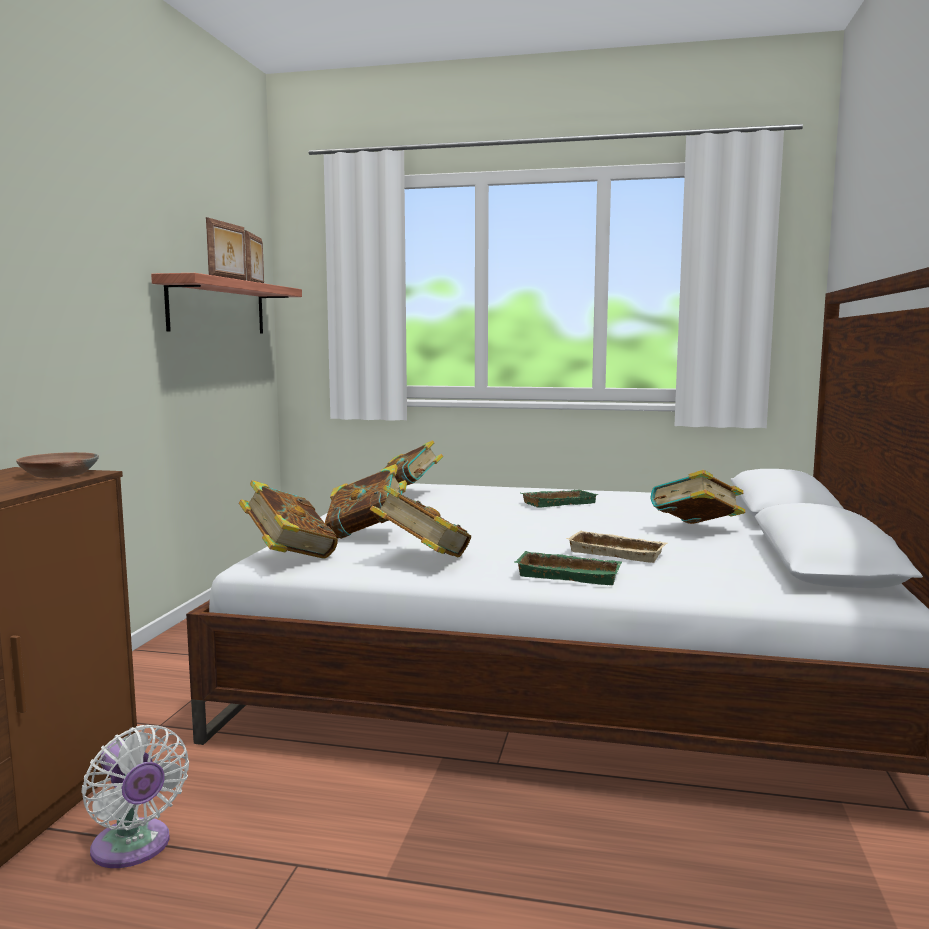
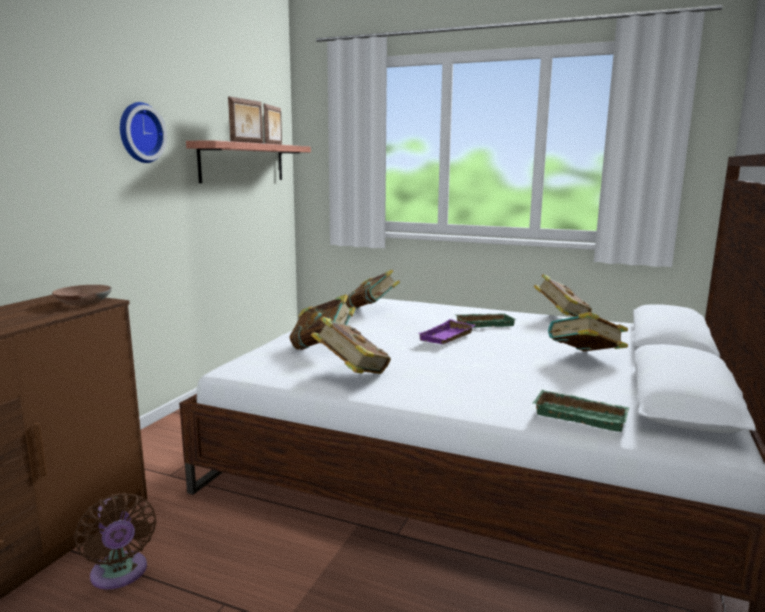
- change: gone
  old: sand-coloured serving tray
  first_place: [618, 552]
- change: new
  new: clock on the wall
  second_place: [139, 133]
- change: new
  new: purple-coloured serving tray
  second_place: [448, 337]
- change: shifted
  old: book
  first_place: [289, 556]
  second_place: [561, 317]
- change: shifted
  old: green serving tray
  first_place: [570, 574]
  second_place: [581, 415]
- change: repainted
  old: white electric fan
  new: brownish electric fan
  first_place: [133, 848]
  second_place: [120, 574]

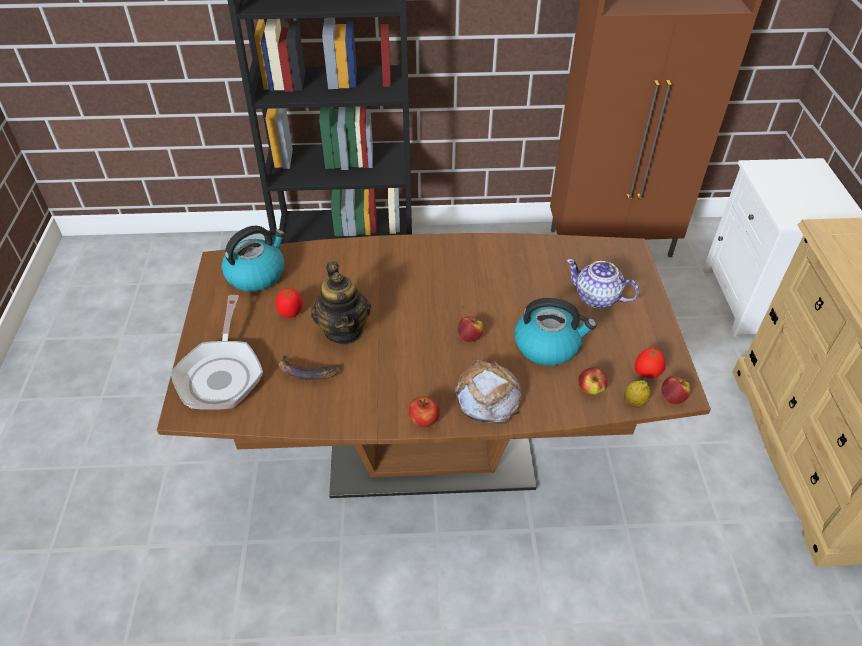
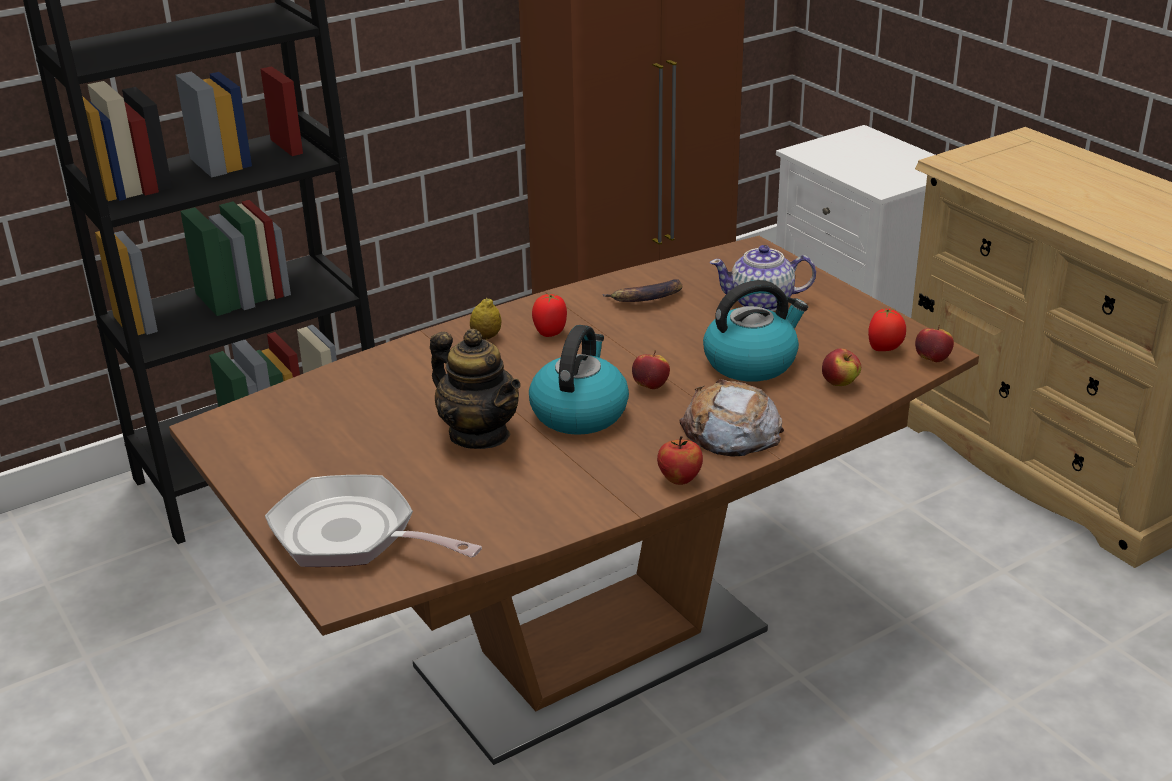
- change: shifted
  old: kettle
  first_place: [257, 274]
  second_place: [579, 412]
- change: shifted
  old: whole tomato
  first_place: [291, 313]
  second_place: [550, 332]
- change: shifted
  old: whole banana
  first_place: [307, 372]
  second_place: [646, 298]
- change: shifted
  old: whole lemon
  first_place: [634, 402]
  second_place: [486, 337]
- change: rotated
  old: pan
  first_place: [221, 374]
  second_place: [353, 536]
  degrees: 150

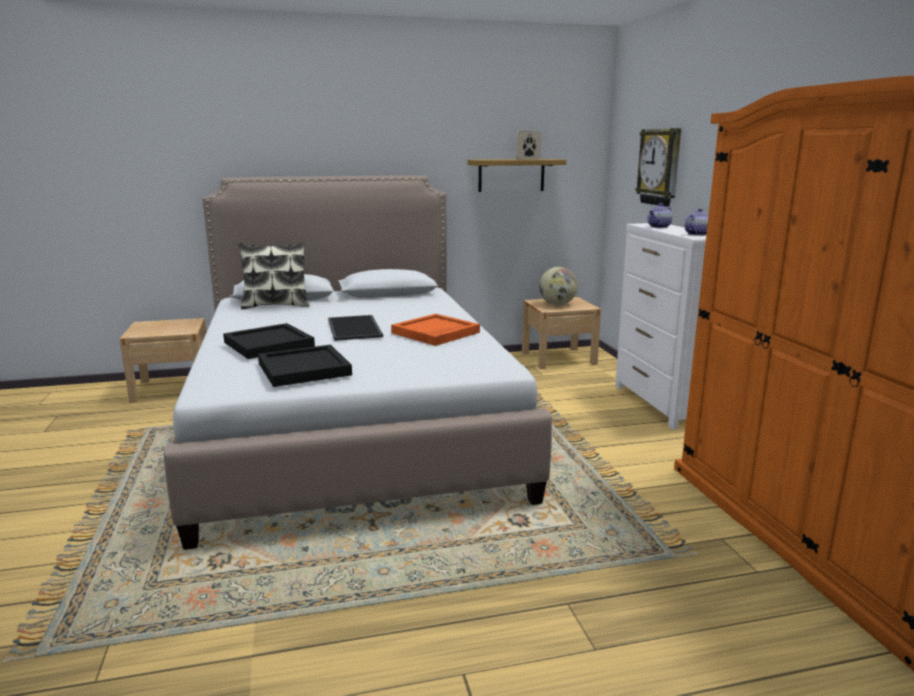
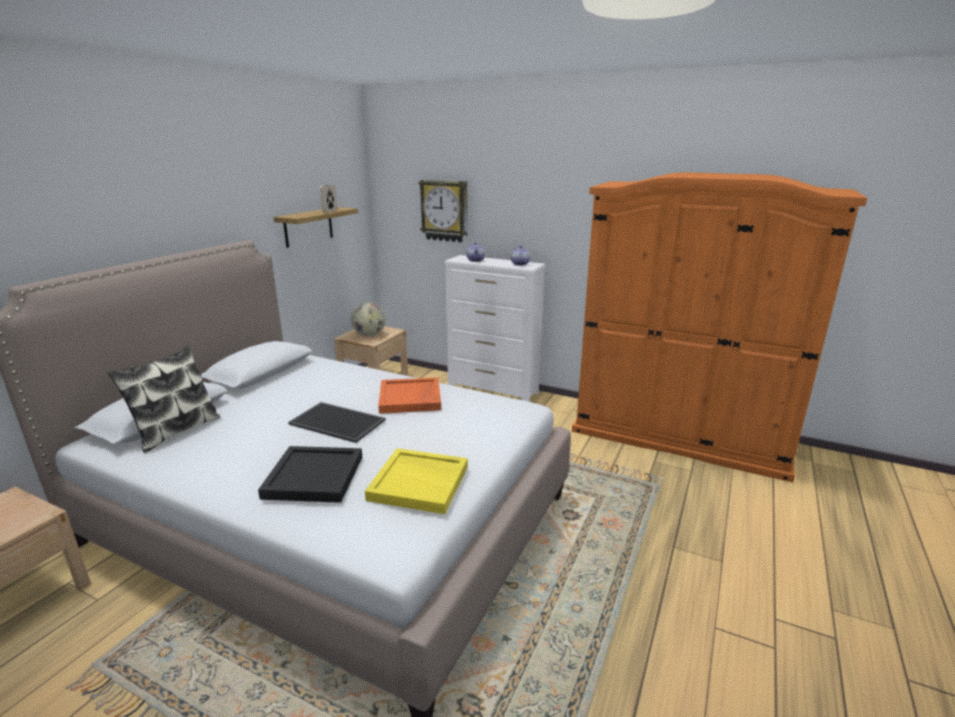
- change: repainted
  old: blackish serving tray
  new: yellowish serving tray
  first_place: [305, 369]
  second_place: [420, 483]

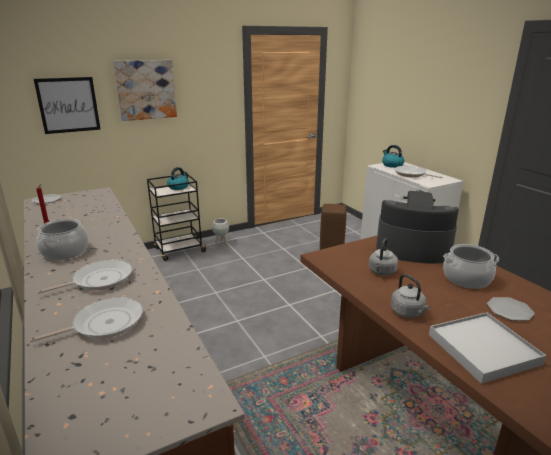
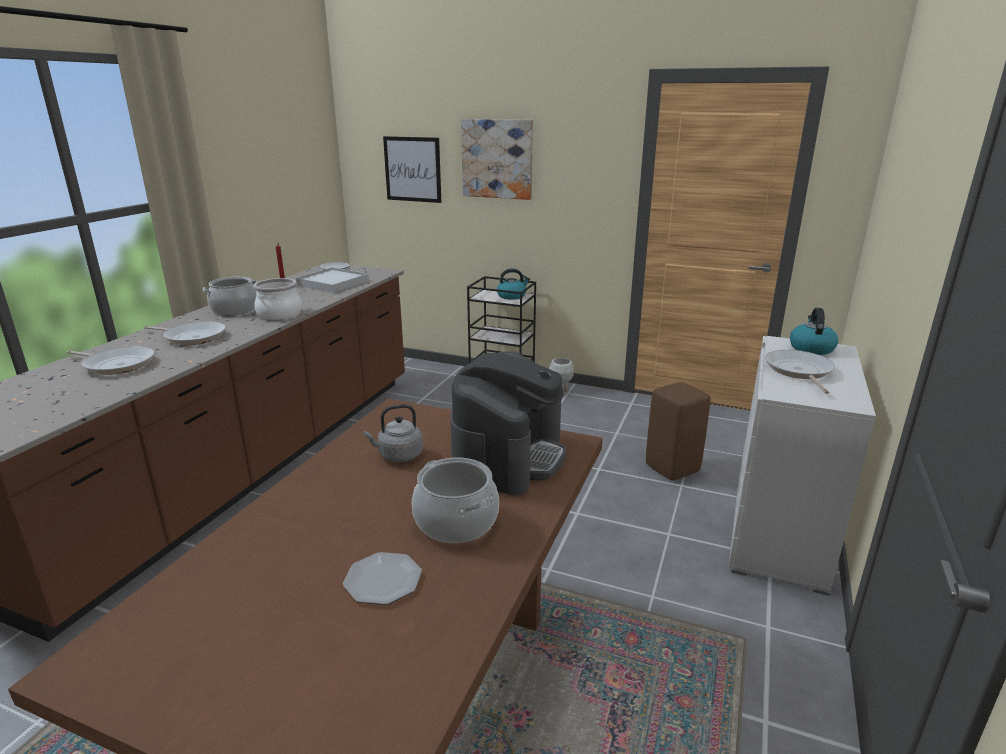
- change: gone
  old: gray kettle
  first_place: [408, 313]
- change: new
  new: cooking pot
  second_place: [279, 314]
- change: shifted
  old: white serving tray
  first_place: [483, 349]
  second_place: [333, 283]
- change: rotated
  old: coffee machine
  first_place: [412, 248]
  second_place: [508, 456]
  degrees: 45

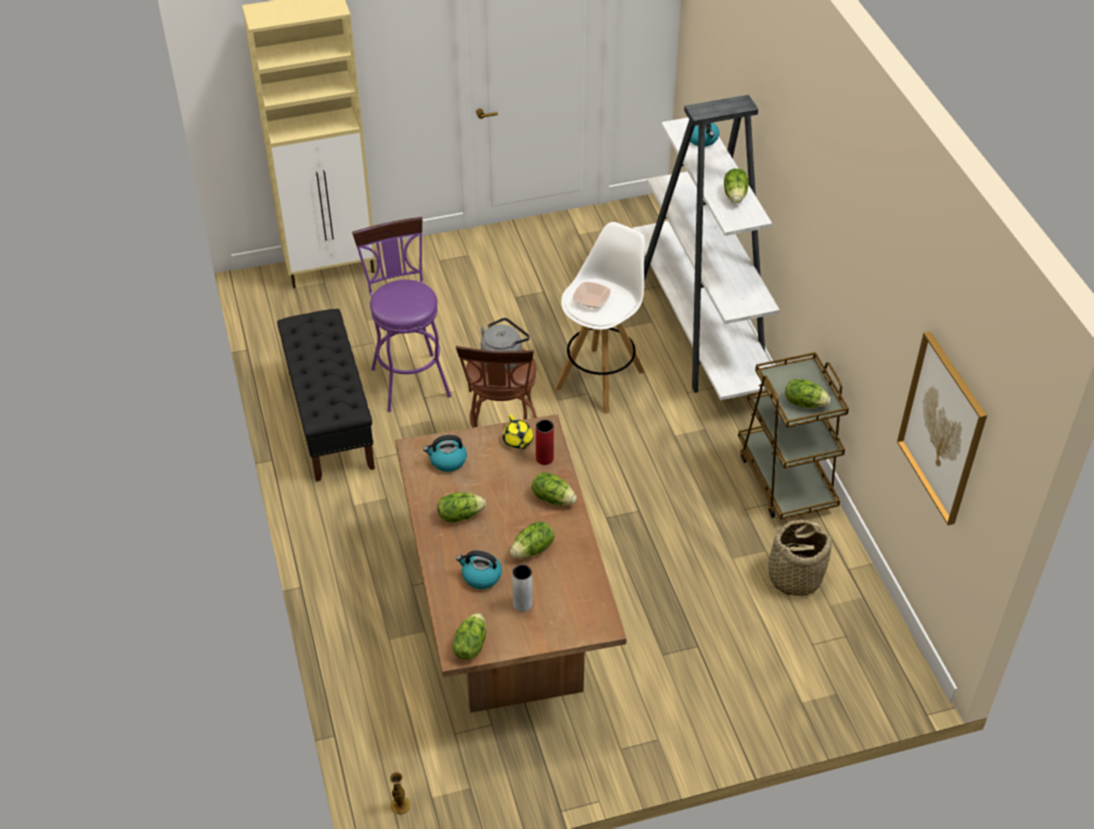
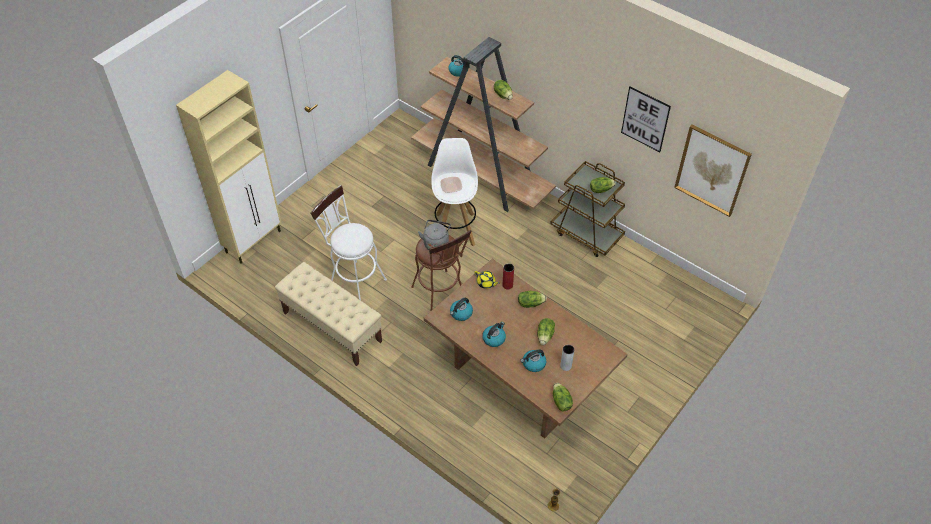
- change: gone
  old: household basket
  first_place: [794, 577]
- change: new
  new: wall art
  second_place: [645, 119]
- change: swapped
  old: lettuce
  new: kettle
  first_place: [460, 515]
  second_place: [494, 338]
- change: repainted
  old: blackish indoor bench
  new: sand-coloured indoor bench
  first_place: [330, 418]
  second_place: [332, 327]
- change: repainted
  old: purple-coloured stool
  new: white stool
  first_place: [408, 377]
  second_place: [354, 281]
- change: repainted
  old: white bookshelf
  new: brownish bookshelf
  first_place: [702, 329]
  second_place: [482, 176]

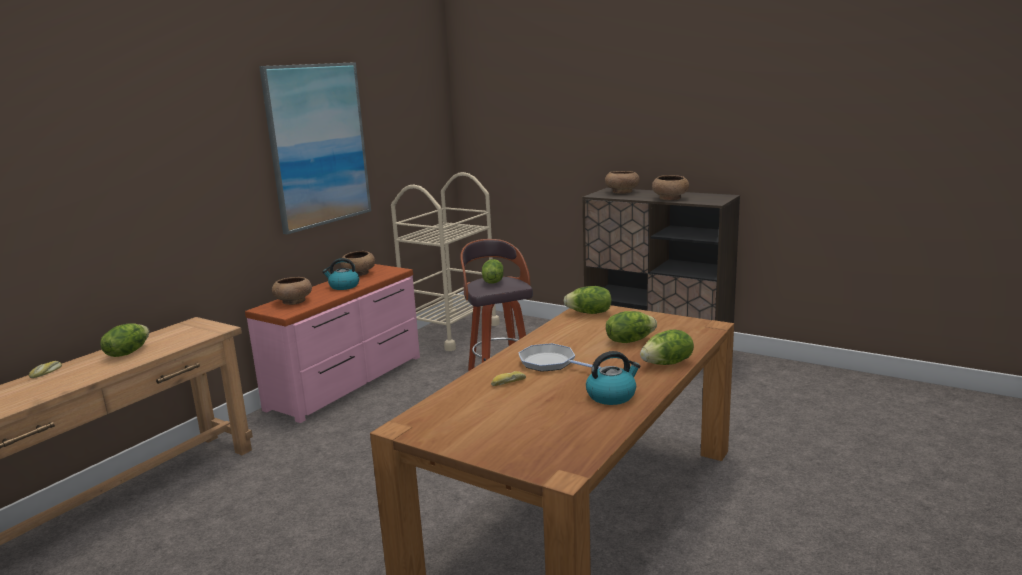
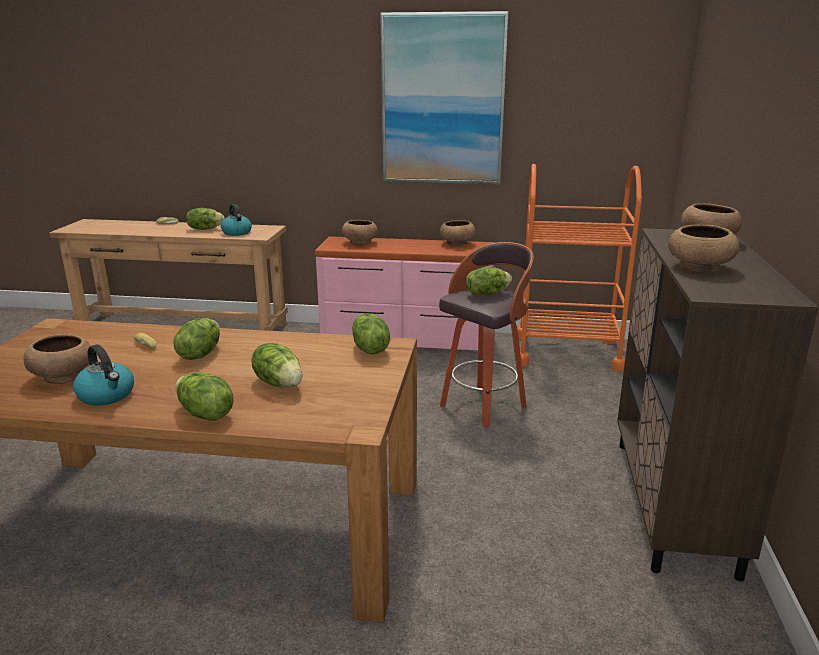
- change: new
  new: brownish serving bowl
  second_place: [64, 376]
- change: shifted
  old: kettle
  first_place: [343, 286]
  second_place: [236, 232]
- change: swapped
  old: pan
  new: lettuce
  first_place: [550, 363]
  second_place: [200, 354]
- change: repainted
  old: sand-coloured trolley
  new: orange-coloured trolley
  first_place: [450, 332]
  second_place: [567, 352]

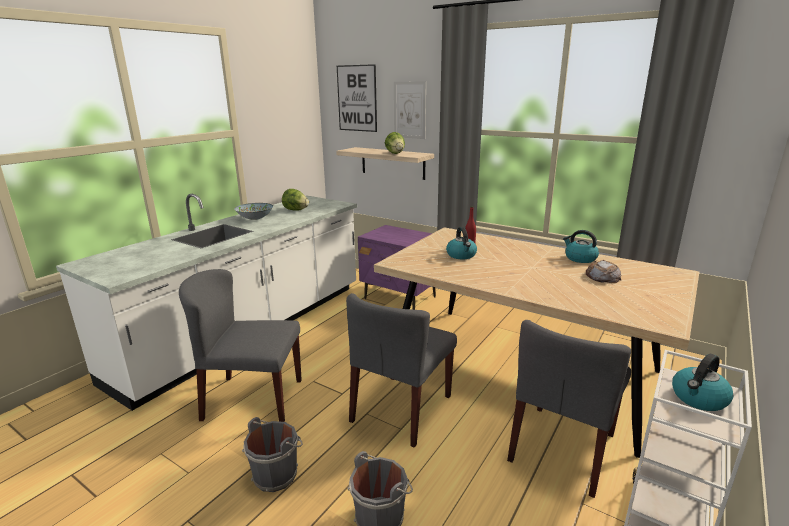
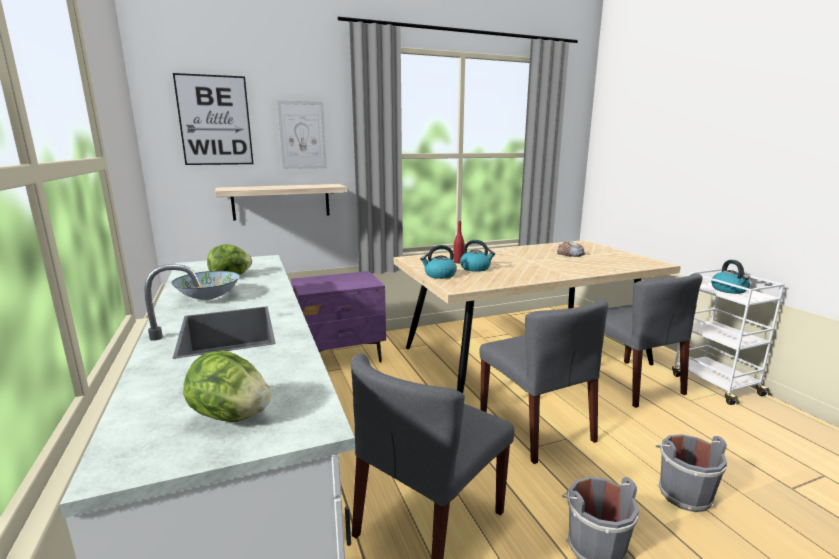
- change: shifted
  old: lettuce
  first_place: [395, 153]
  second_place: [230, 416]
- change: shifted
  old: kettle
  first_place: [580, 258]
  second_place: [439, 275]

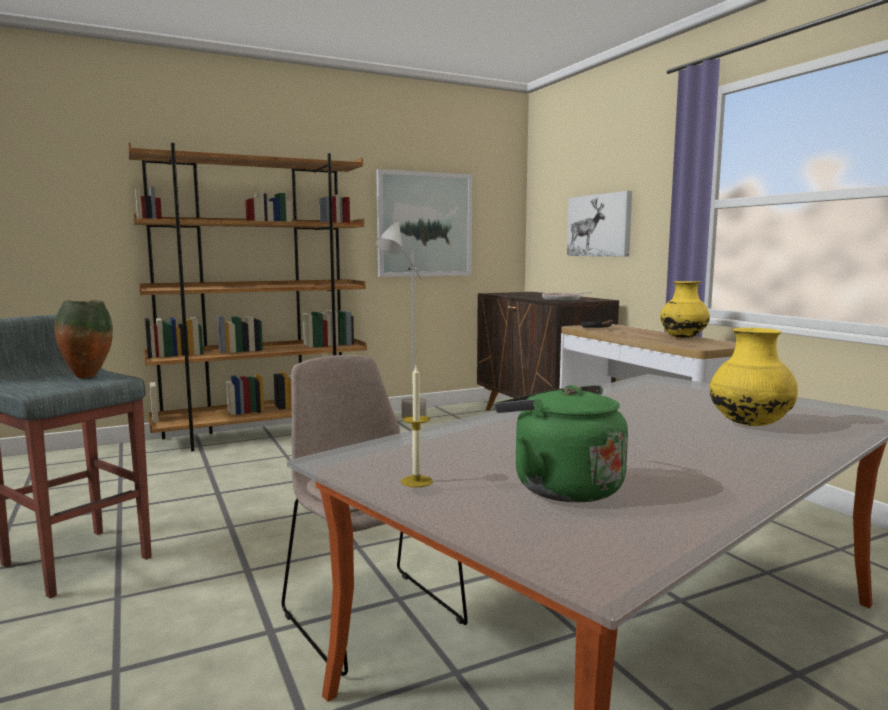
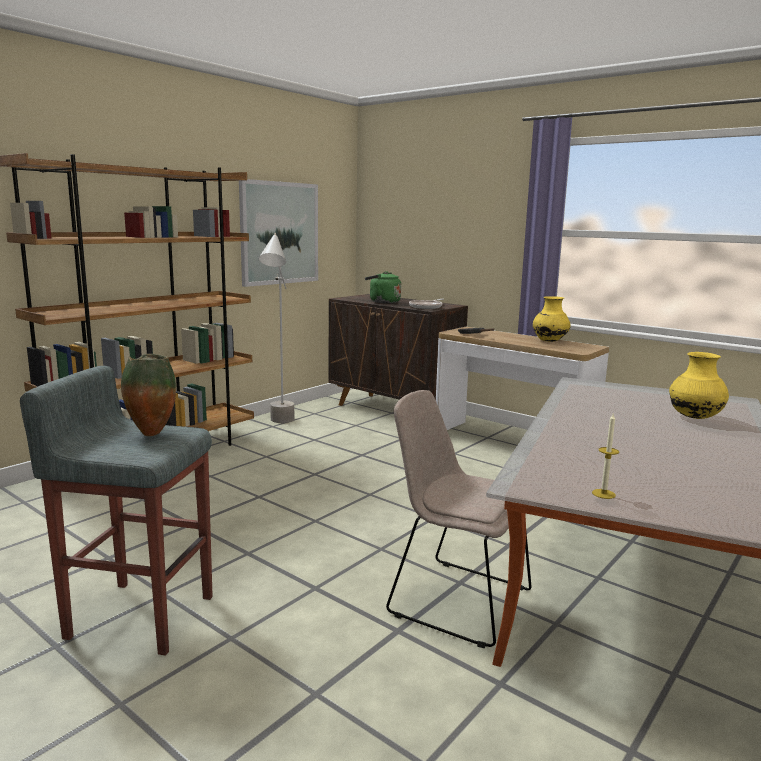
- change: gone
  old: wall art
  first_place: [599, 225]
- change: shifted
  old: green kettle
  first_place: [561, 487]
  second_place: [382, 302]

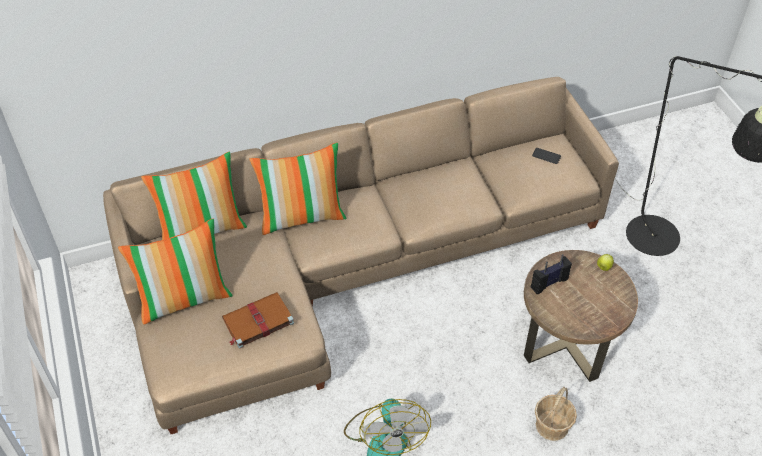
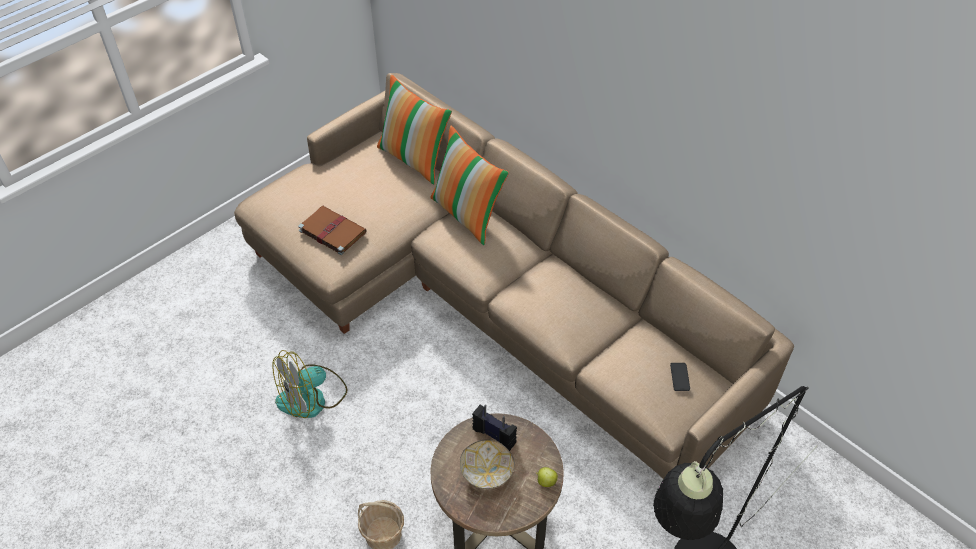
- change: gone
  old: pillow
  first_place: [184, 298]
- change: new
  new: serving bowl
  second_place: [487, 475]

